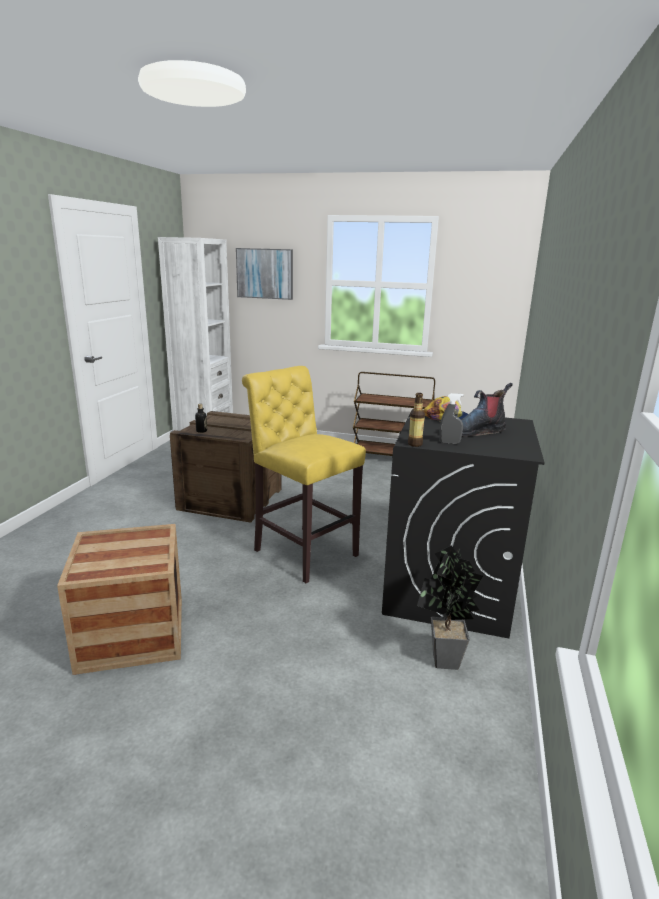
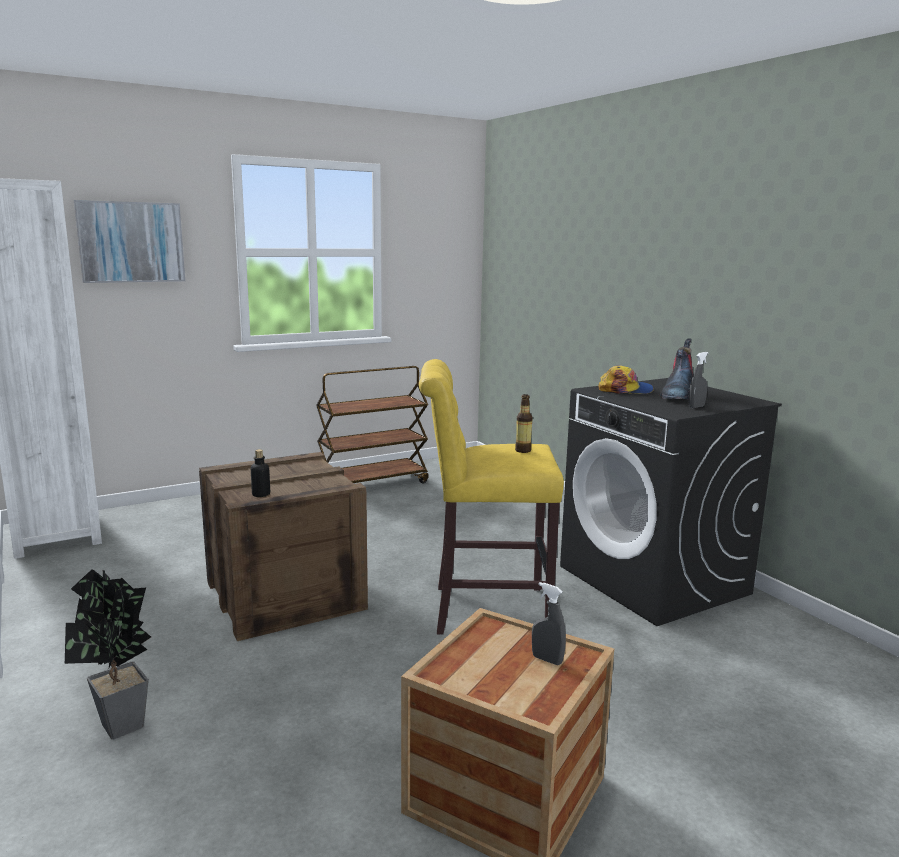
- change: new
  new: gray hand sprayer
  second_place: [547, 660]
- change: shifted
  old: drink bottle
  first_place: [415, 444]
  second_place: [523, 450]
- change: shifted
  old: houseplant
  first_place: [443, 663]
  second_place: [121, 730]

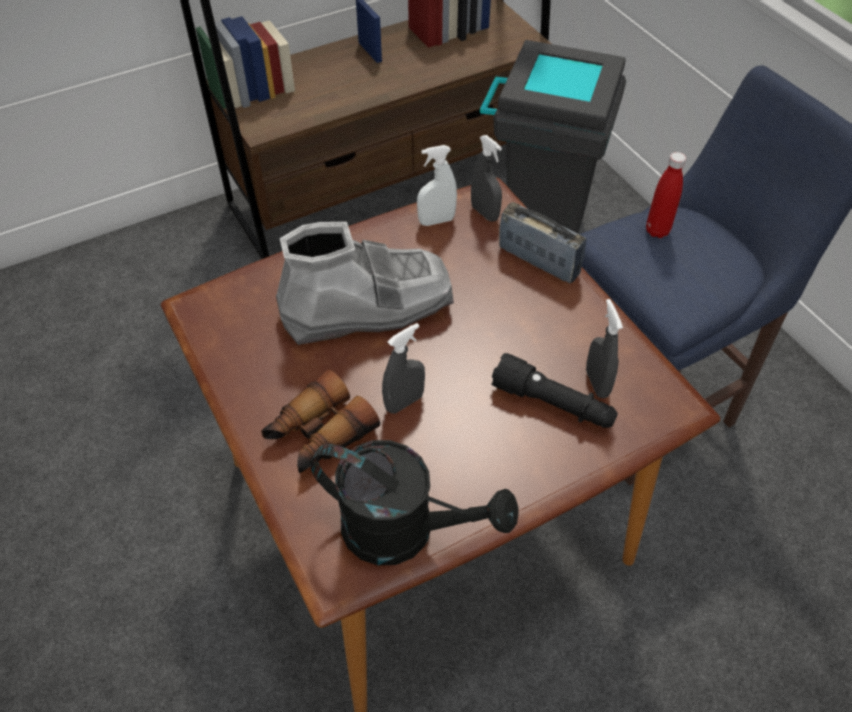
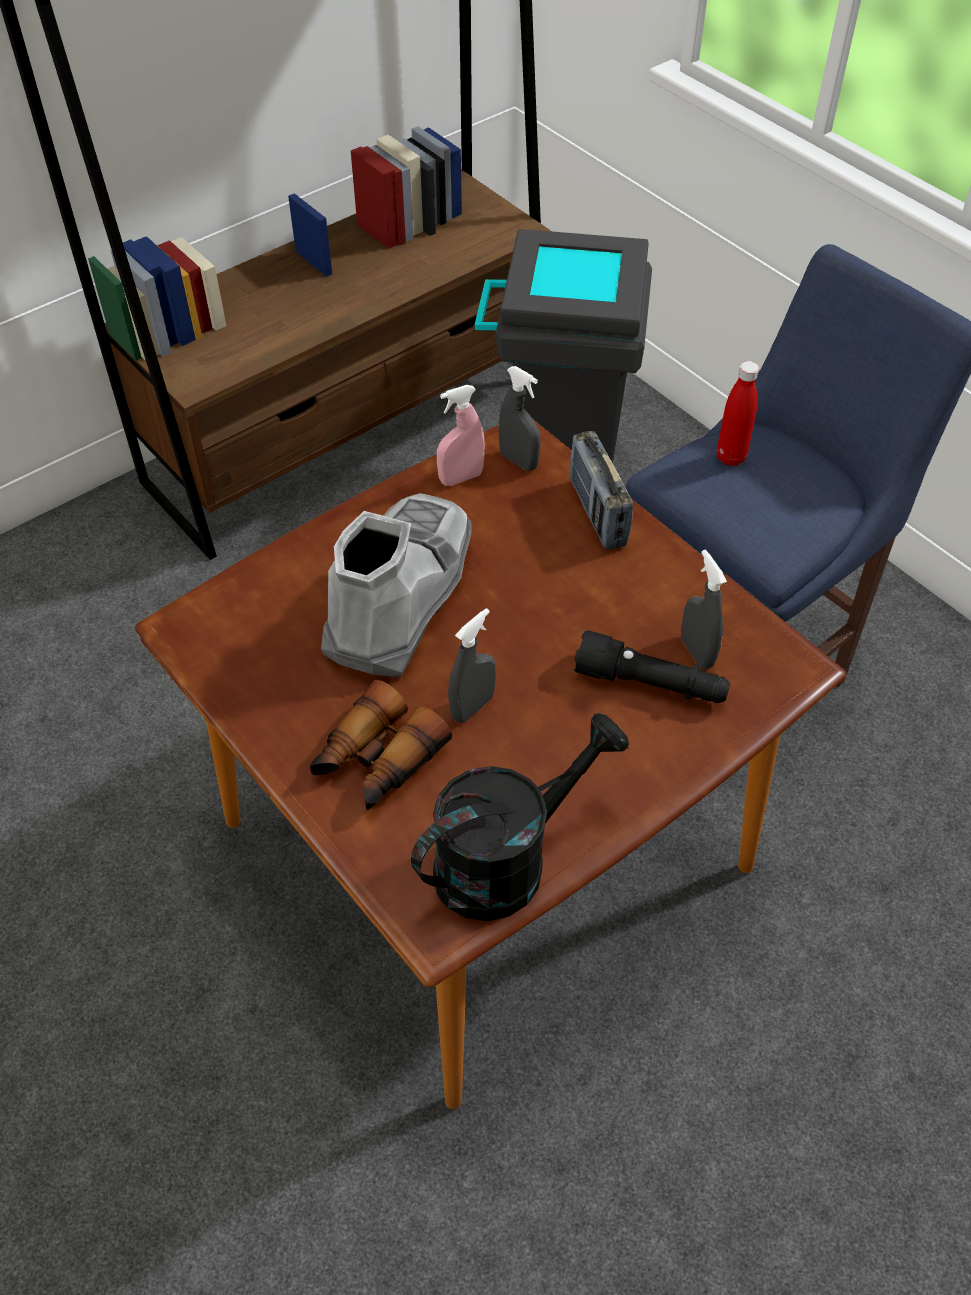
- change: repainted
  old: white hand sprayer
  new: pink hand sprayer
  first_place: [436, 221]
  second_place: [461, 478]
- change: rotated
  old: gray tall boot
  first_place: [367, 307]
  second_place: [400, 597]
  degrees: -45
- change: rotated
  old: blackish watering pot
  first_place: [404, 531]
  second_place: [507, 859]
  degrees: -45
- change: rotated
  old: radio
  first_place: [538, 261]
  second_place: [597, 513]
  degrees: -135

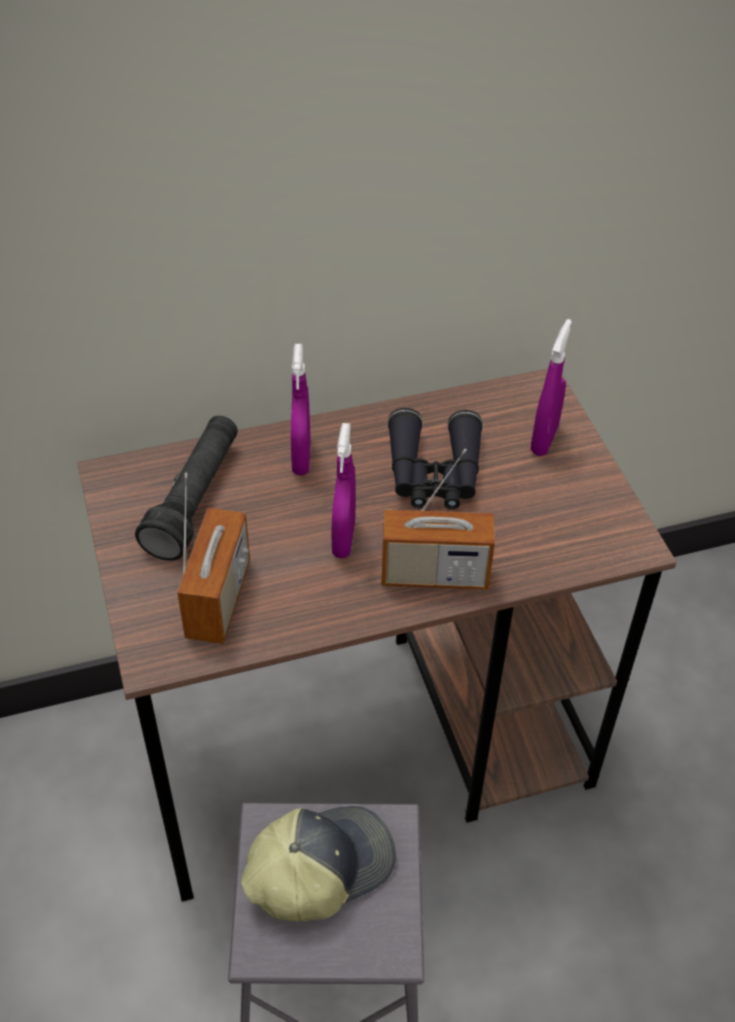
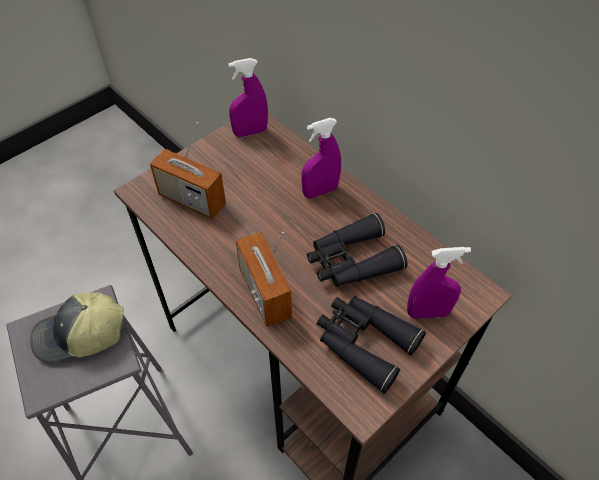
- change: gone
  old: blackish flashlight
  first_place: [195, 499]
- change: new
  new: blackish pair of binoculars
  second_place: [364, 342]
- change: shifted
  old: purple-coloured hand sprayer
  first_place: [343, 539]
  second_place: [250, 132]
- change: rotated
  old: radio
  first_place: [218, 600]
  second_place: [192, 200]
  degrees: 45
- change: rotated
  old: cap
  first_place: [318, 868]
  second_place: [80, 336]
  degrees: 135

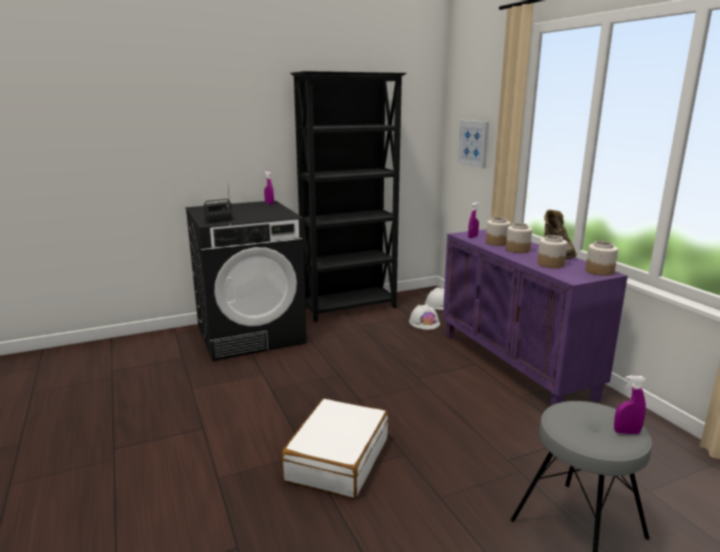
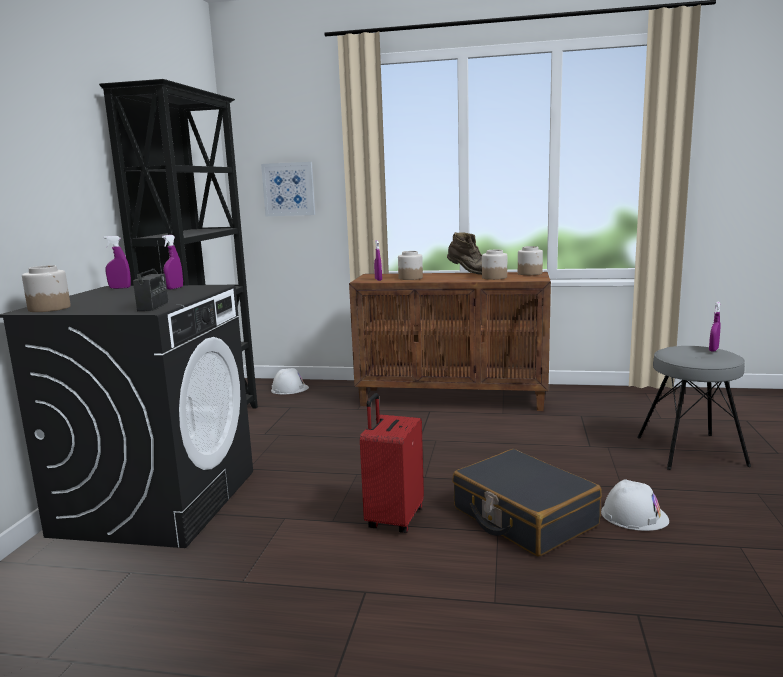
- change: new
  new: purple-coloured hand sprayer
  second_place: [175, 288]
- change: new
  new: reddish suitcase
  second_place: [393, 519]
- change: shifted
  old: white work helmet
  first_place: [424, 322]
  second_place: [634, 515]
- change: shifted
  old: preserve jar
  first_place: [518, 250]
  second_place: [49, 308]
- change: repainted
  old: white suitcase
  new: blackish suitcase
  first_place: [337, 459]
  second_place: [523, 517]
- change: repainted
  old: purple-coloured storage cabinet
  new: brownish storage cabinet
  first_place: [515, 365]
  second_place: [453, 399]

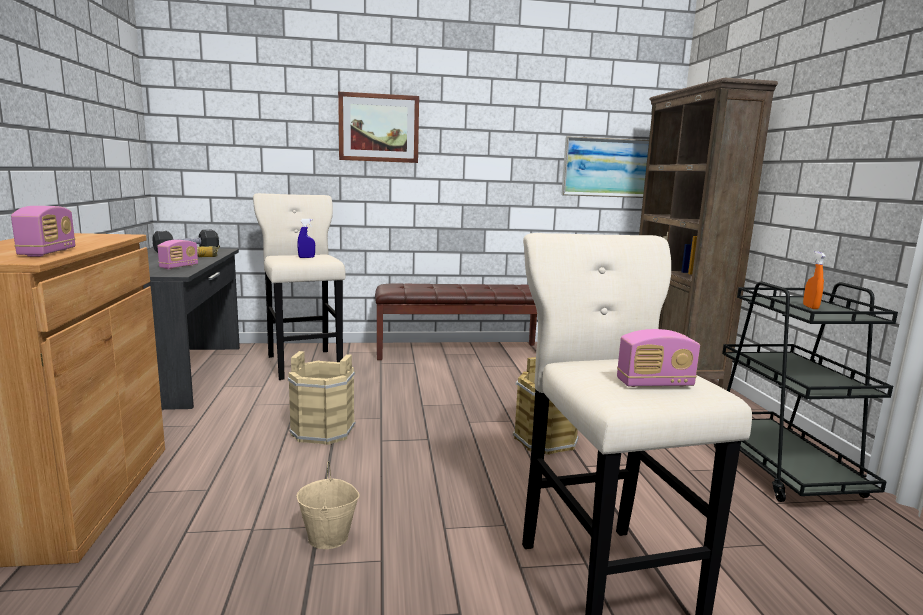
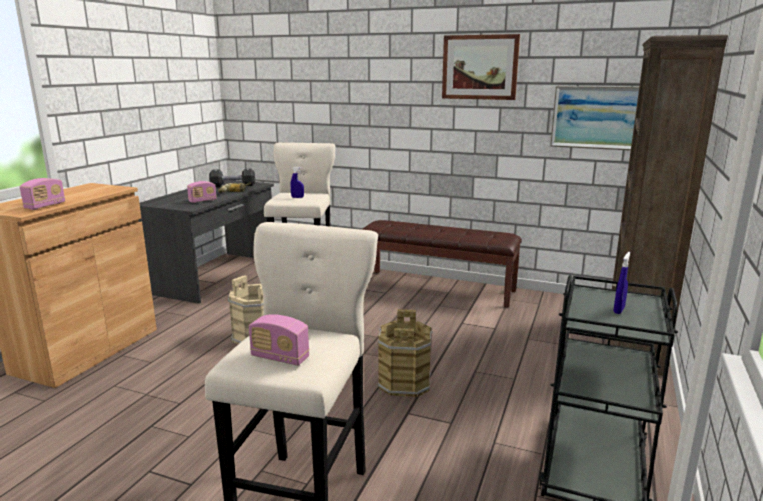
- change: gone
  old: sand-coloured water bucket
  first_place: [329, 537]
- change: shifted
  old: wall art
  first_place: [379, 128]
  second_place: [480, 67]
- change: repainted
  old: orange-coloured hand sprayer
  new: blue-coloured hand sprayer
  first_place: [810, 307]
  second_place: [619, 310]

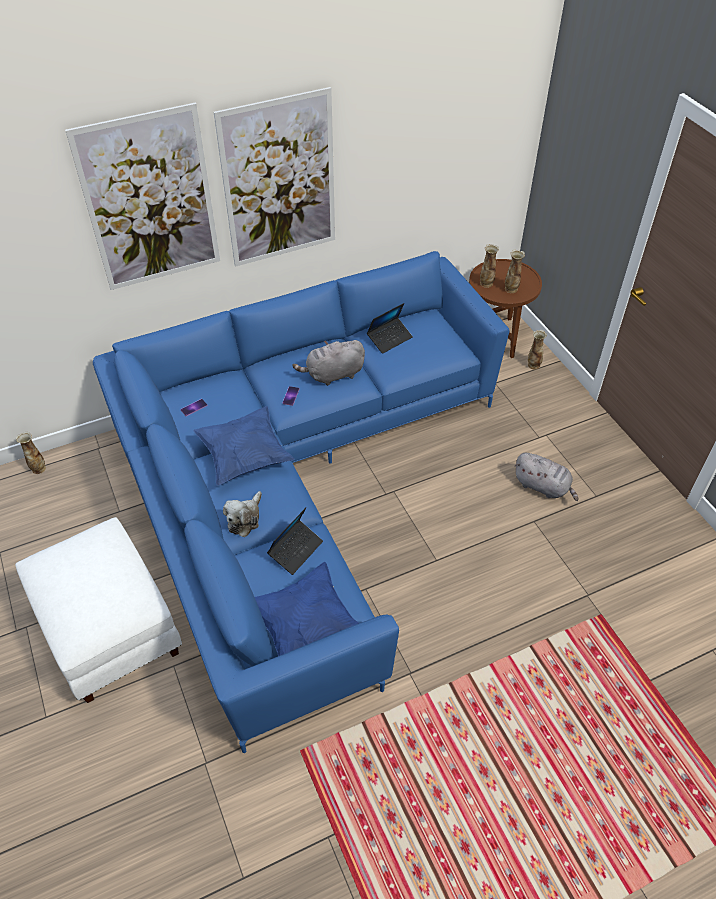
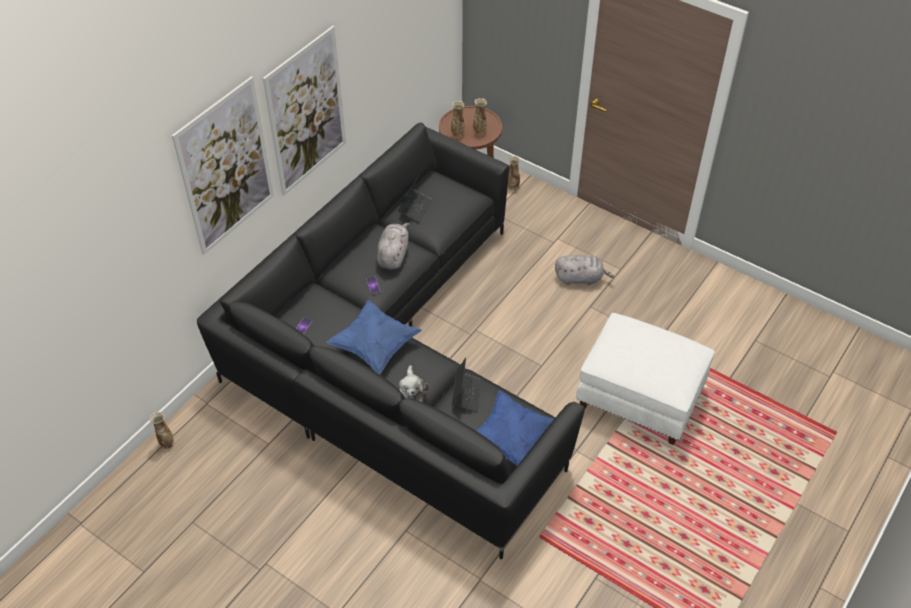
- change: shifted
  old: white pouffe
  first_place: [111, 629]
  second_place: [640, 398]
- change: repainted
  old: blue-coloured sofa
  new: blackish sofa
  first_place: [293, 484]
  second_place: [394, 359]
- change: rotated
  old: gray cuddly toy
  first_place: [333, 375]
  second_place: [393, 255]
  degrees: 150

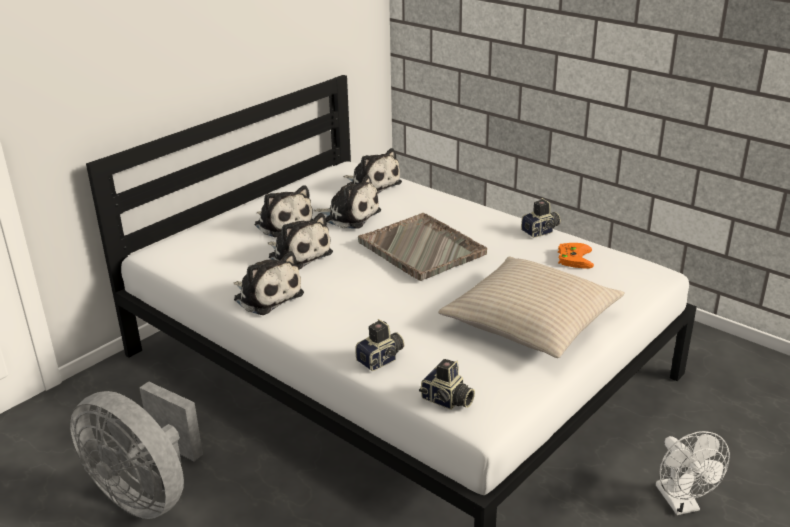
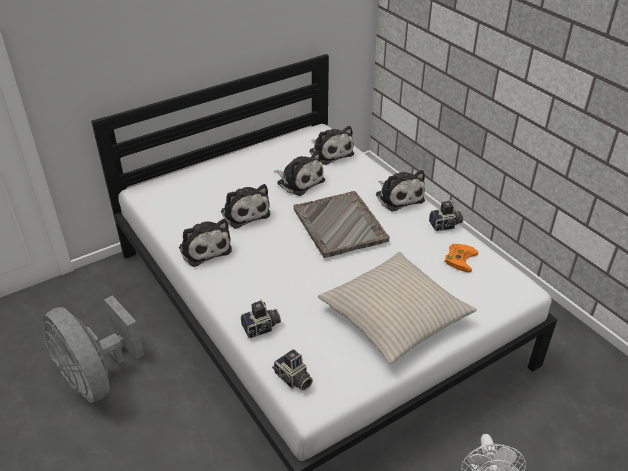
- change: shifted
  old: cuddly toy
  first_place: [282, 223]
  second_place: [398, 197]

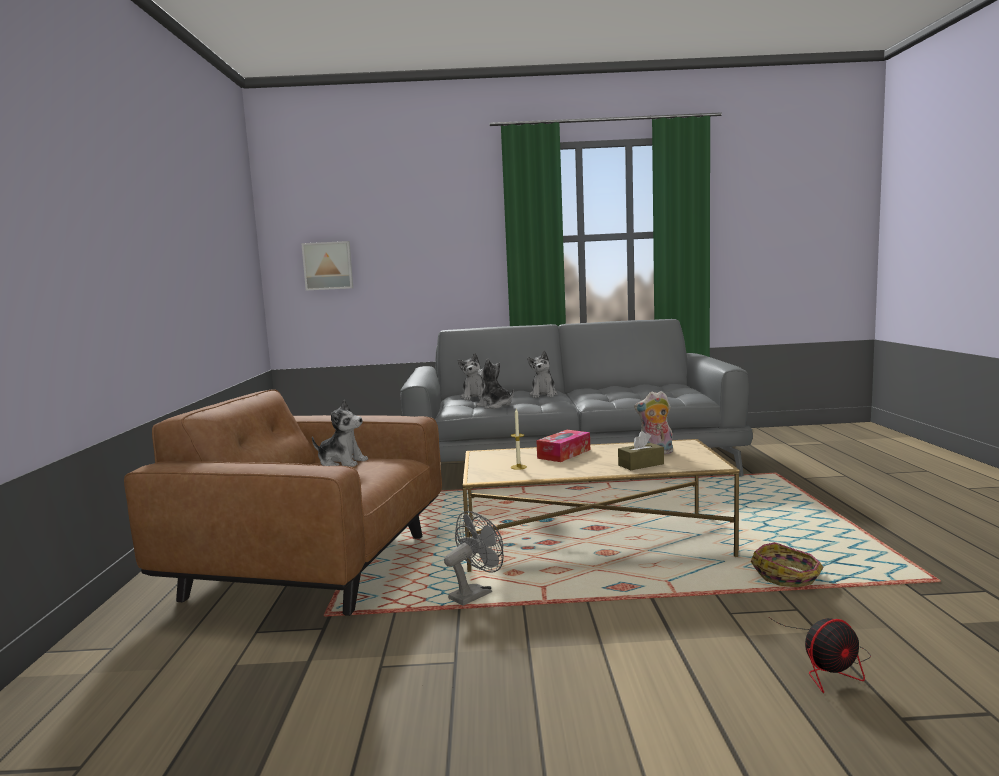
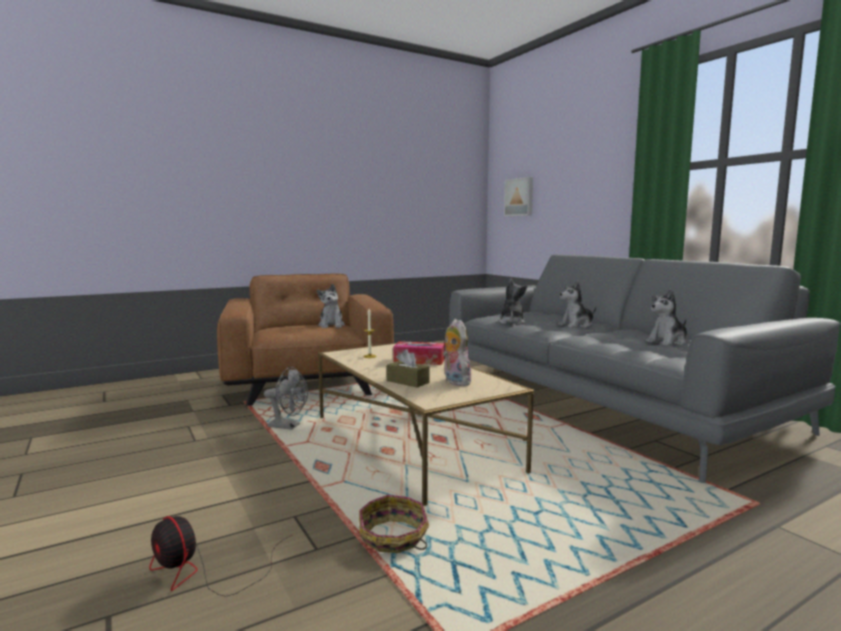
- change: shifted
  old: cuddly toy
  first_place: [474, 397]
  second_place: [667, 342]

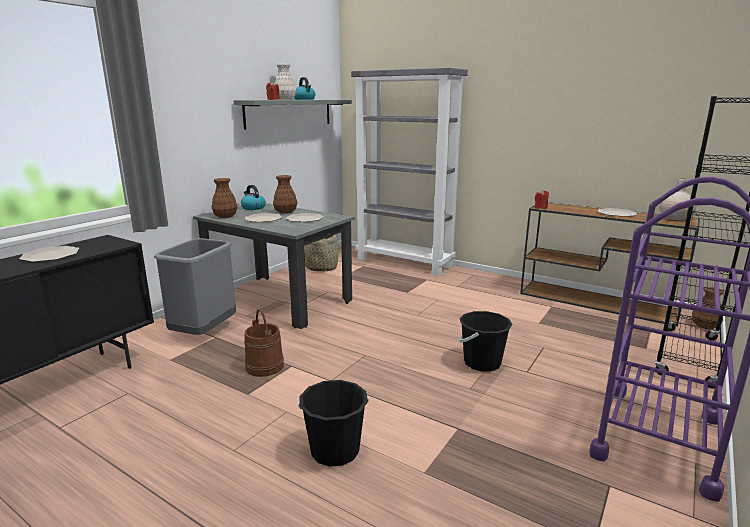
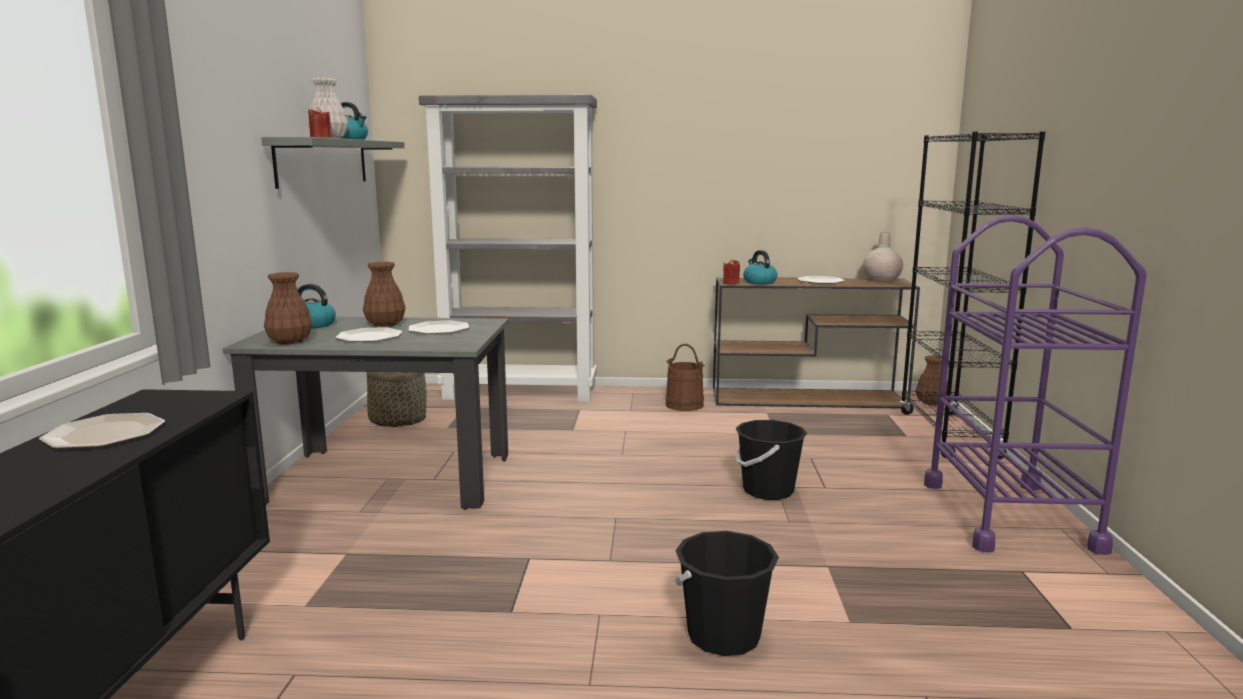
- change: gone
  old: gray rubbish bin
  first_place: [204, 332]
- change: new
  new: kettle
  second_place: [759, 282]
- change: shifted
  old: brownish water bucket
  first_place: [264, 366]
  second_place: [684, 405]

